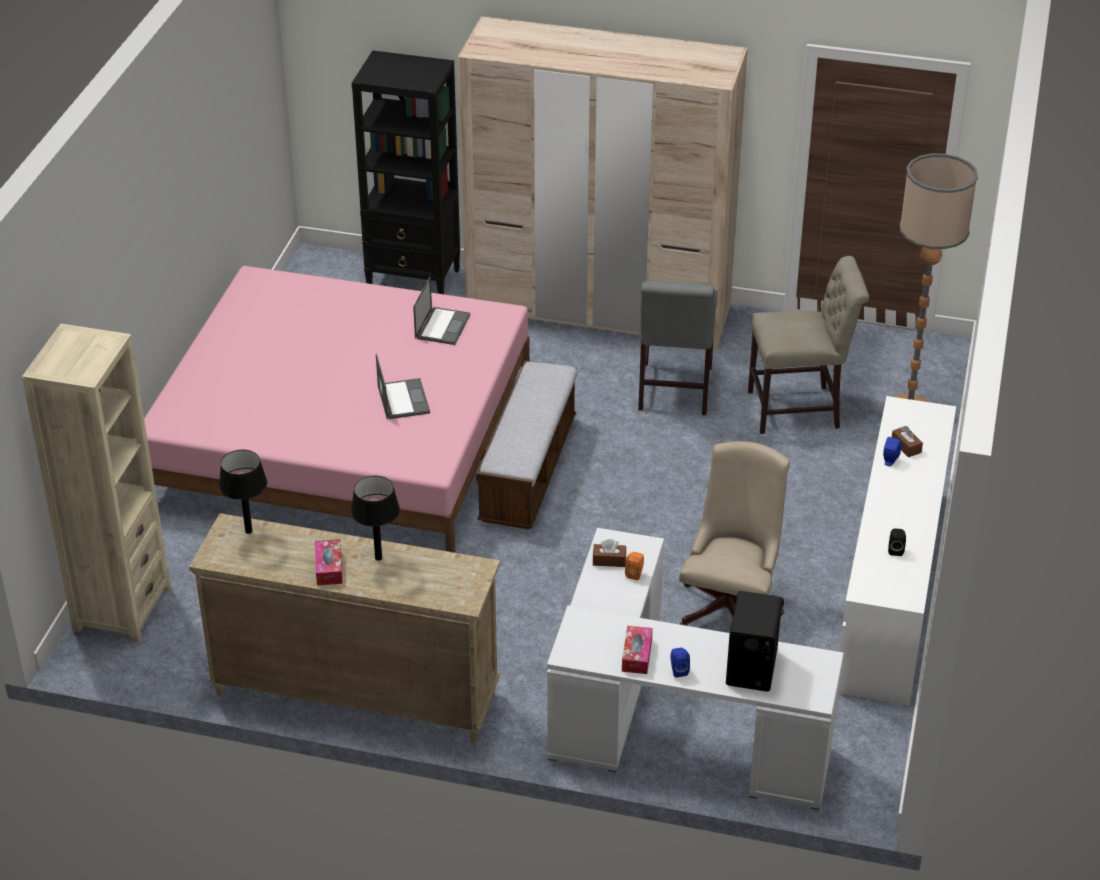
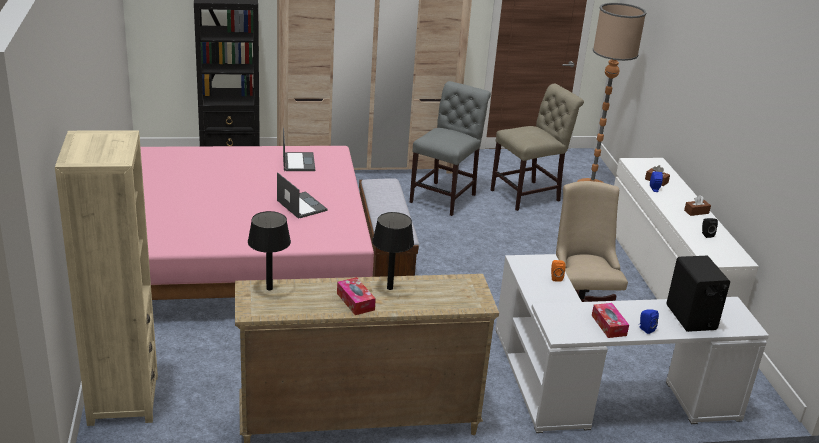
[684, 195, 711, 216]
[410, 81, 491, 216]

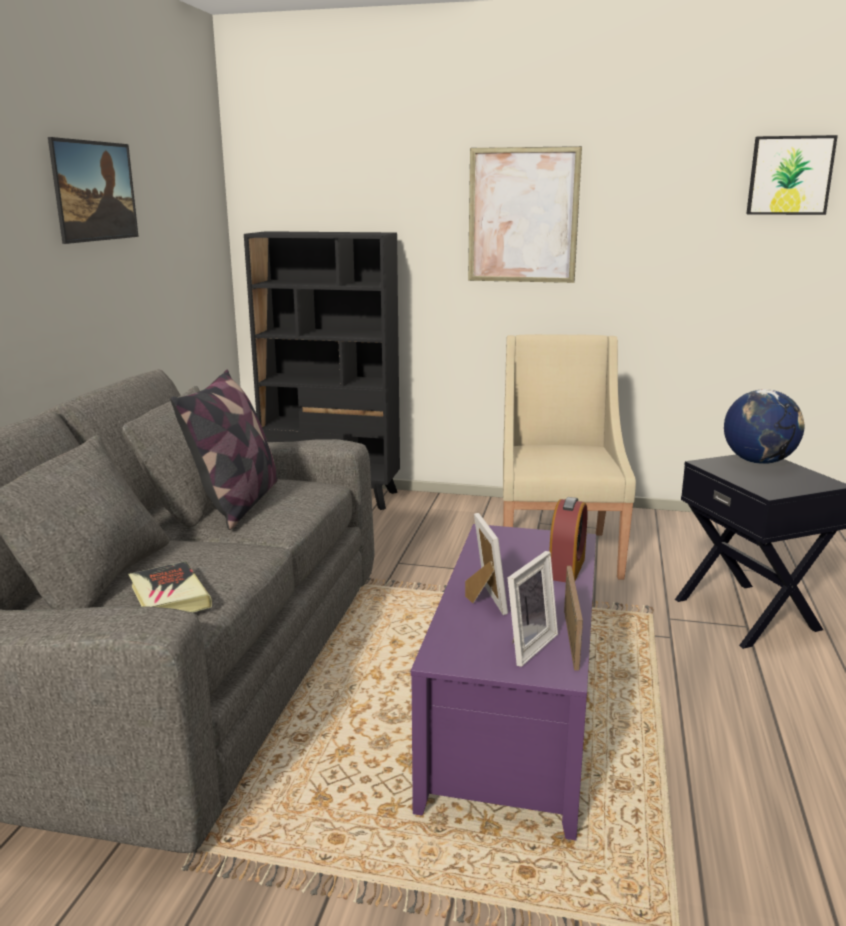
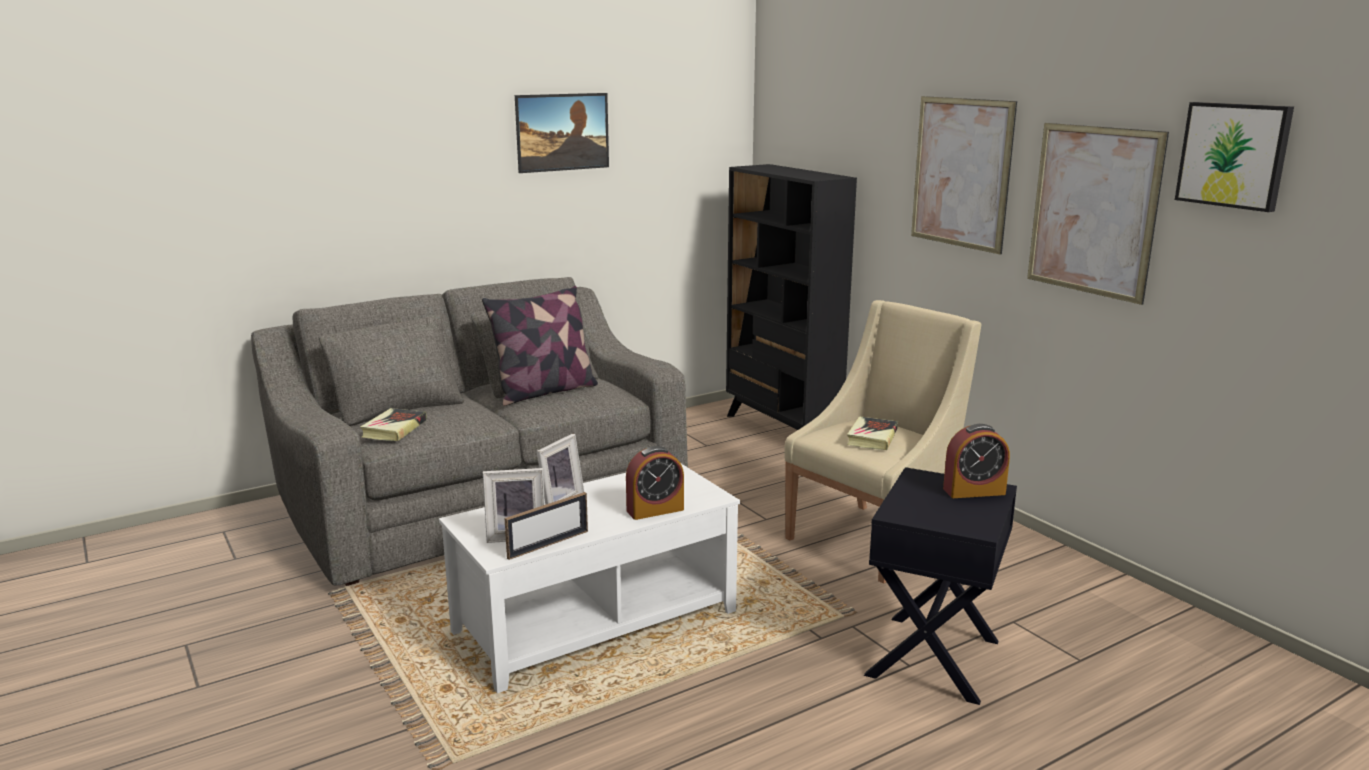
[847, 416, 898, 450]
[1027, 123, 1169, 305]
[943, 424, 1010, 498]
[439, 464, 740, 693]

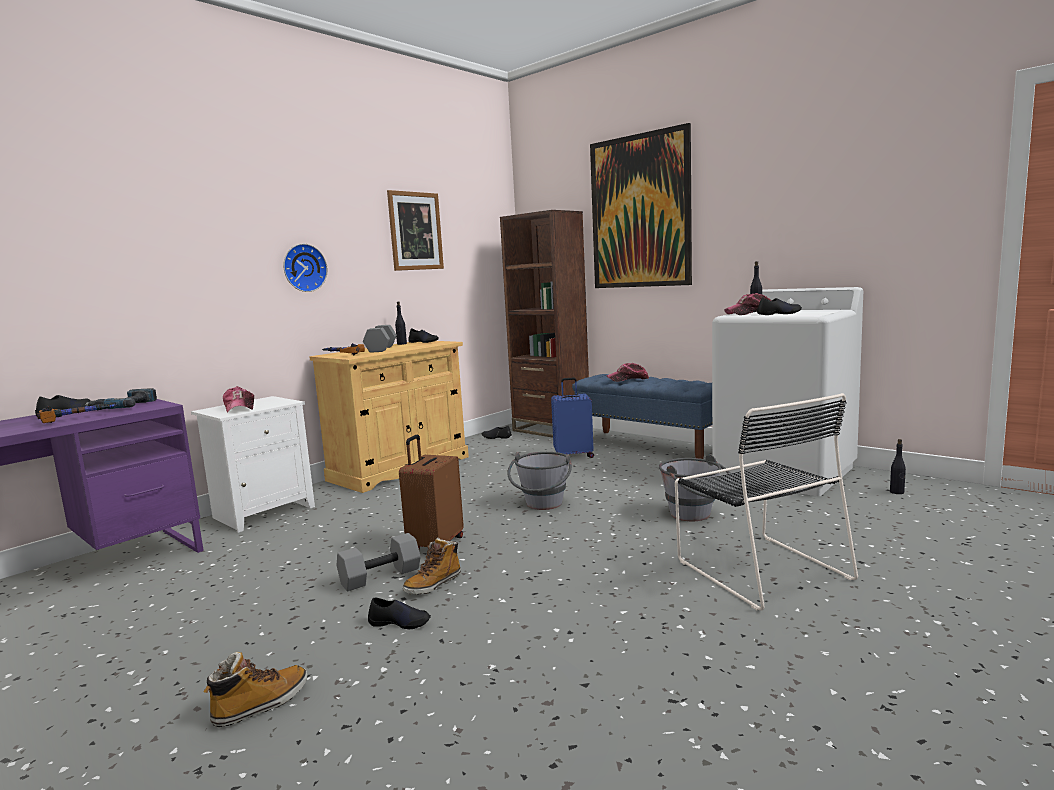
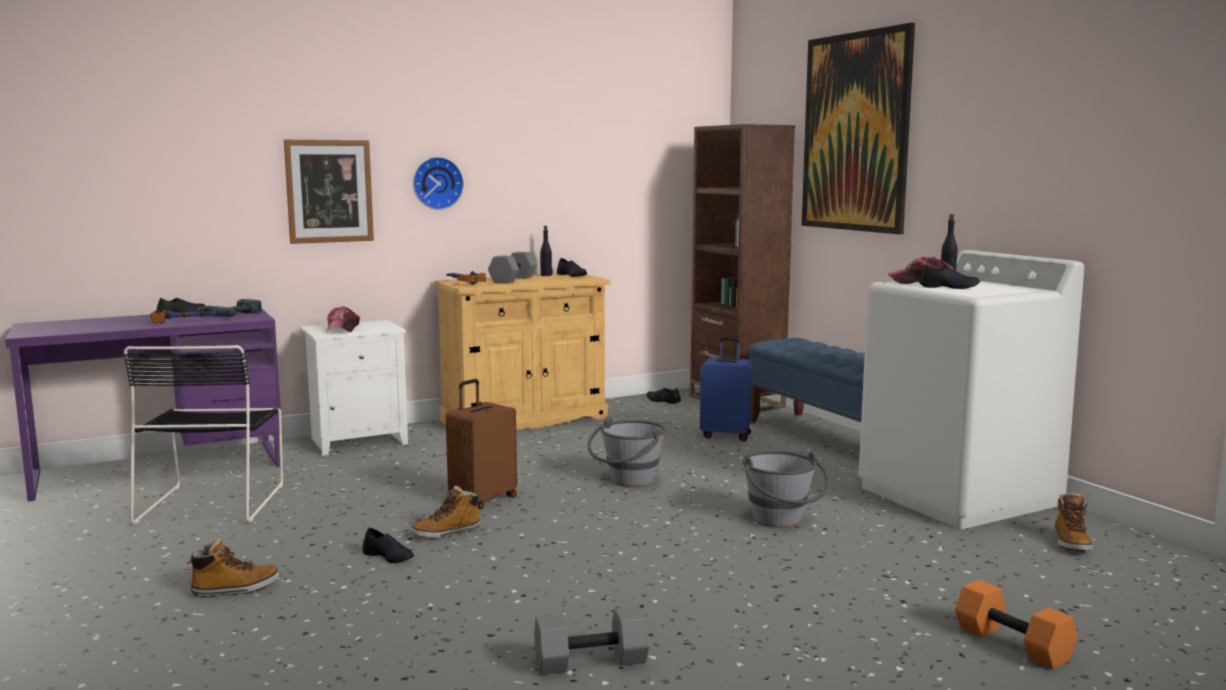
[607, 363, 649, 382] (first image)
[955, 580, 1077, 669]
[534, 606, 649, 675]
[284, 140, 374, 244]
[123, 345, 283, 524]
[1055, 493, 1093, 552]

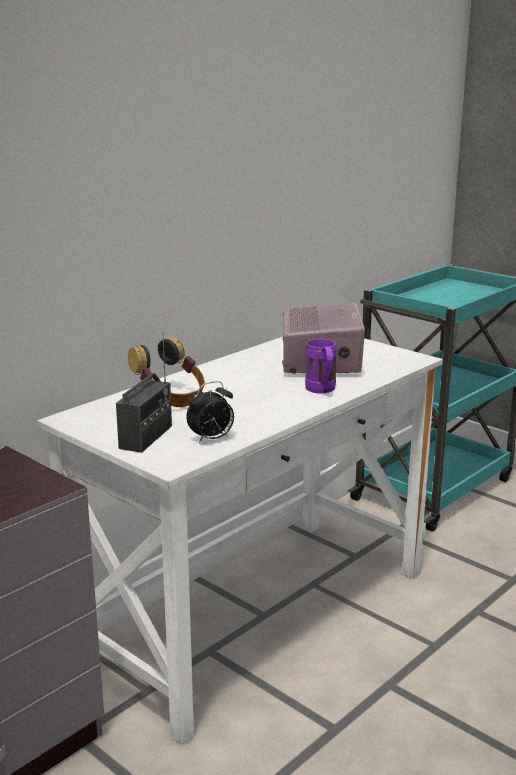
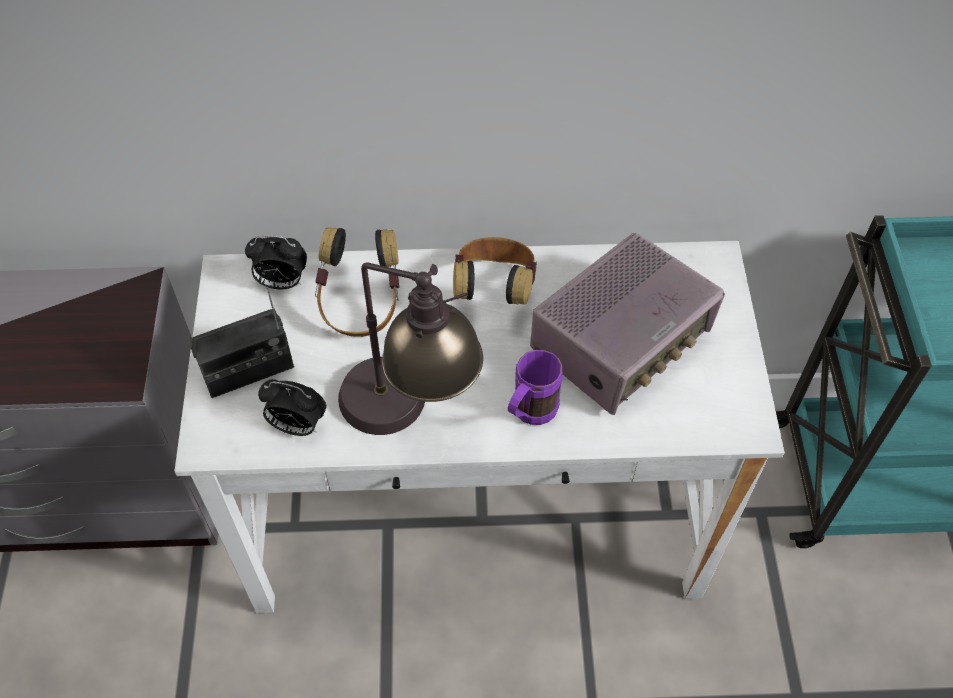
[245, 236, 307, 289]
[338, 262, 483, 435]
[453, 237, 537, 304]

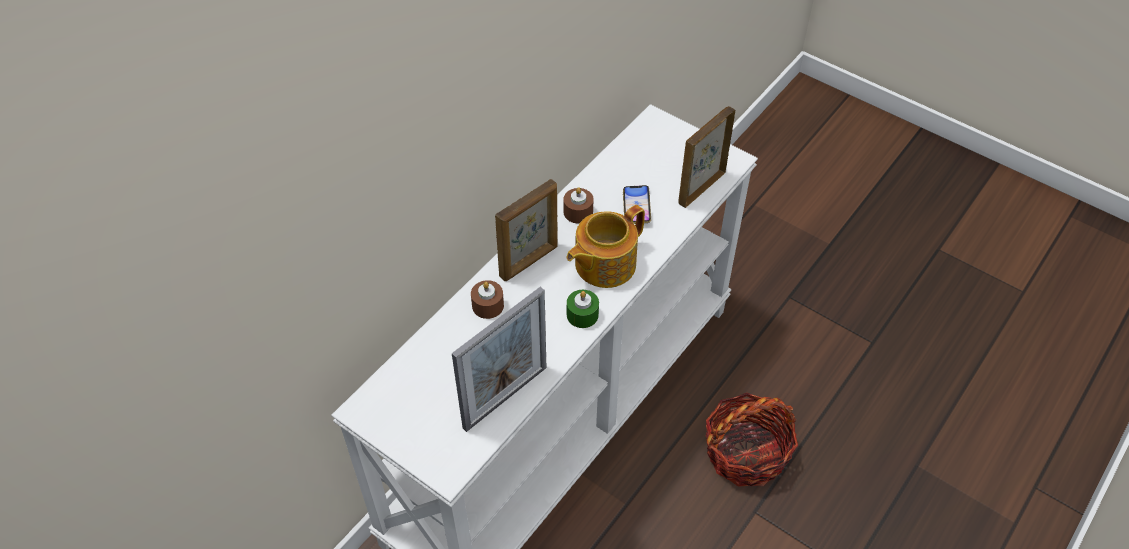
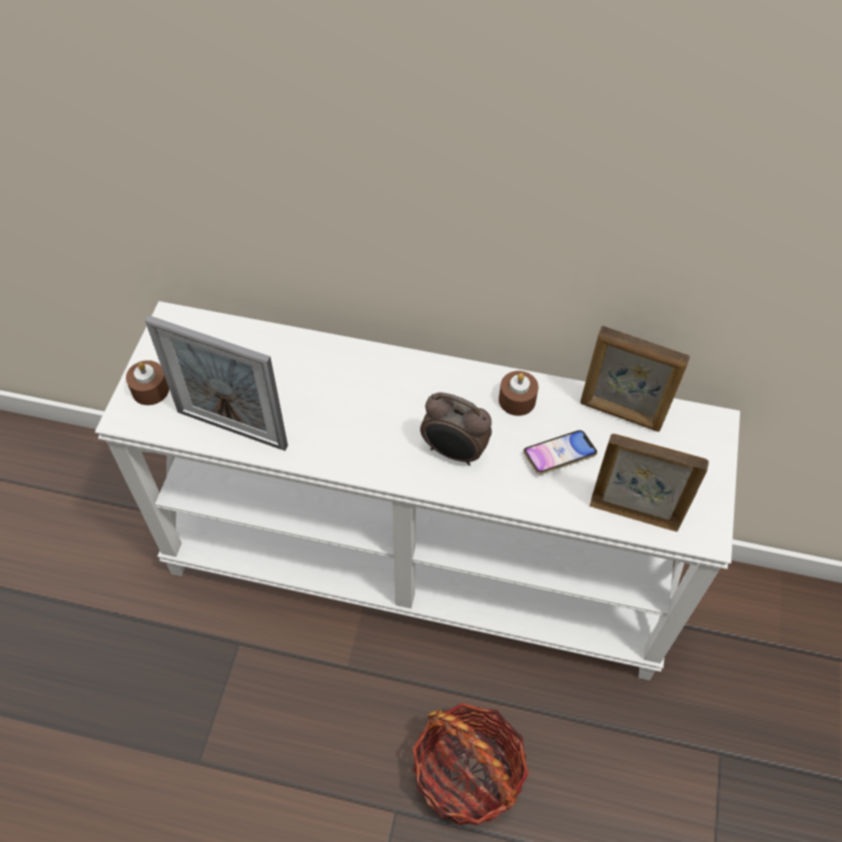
[567, 290, 599, 328] (first image)
[126, 360, 169, 405]
[580, 326, 690, 432]
[420, 392, 492, 466]

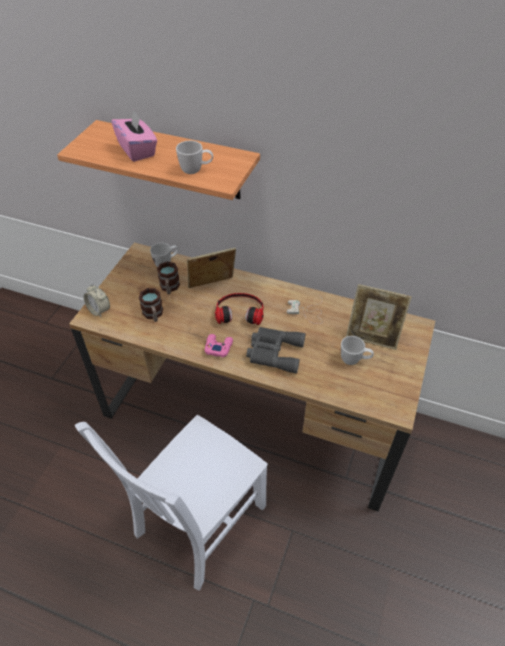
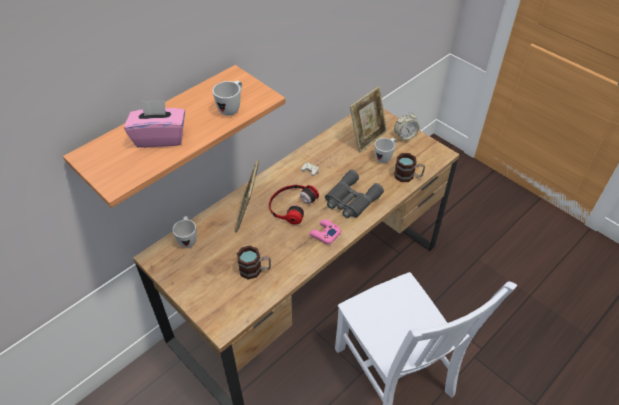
[394, 111, 419, 141]
[394, 153, 425, 182]

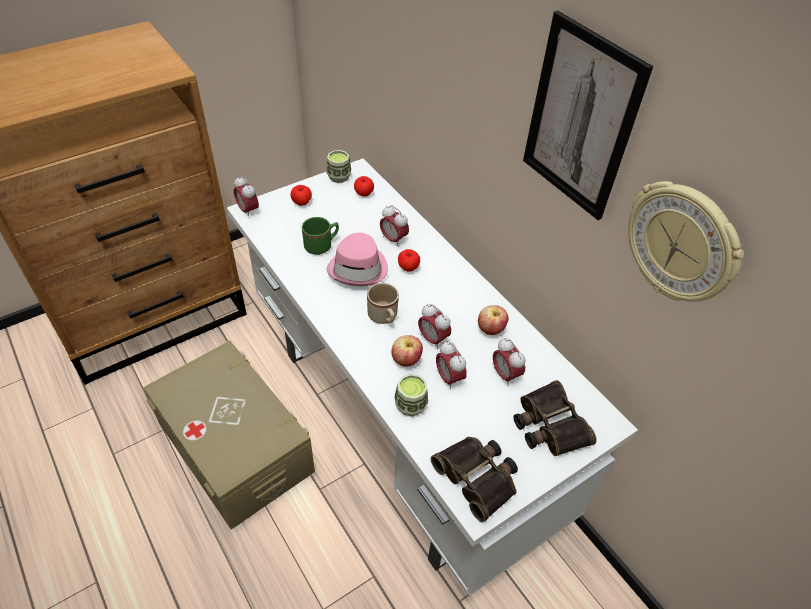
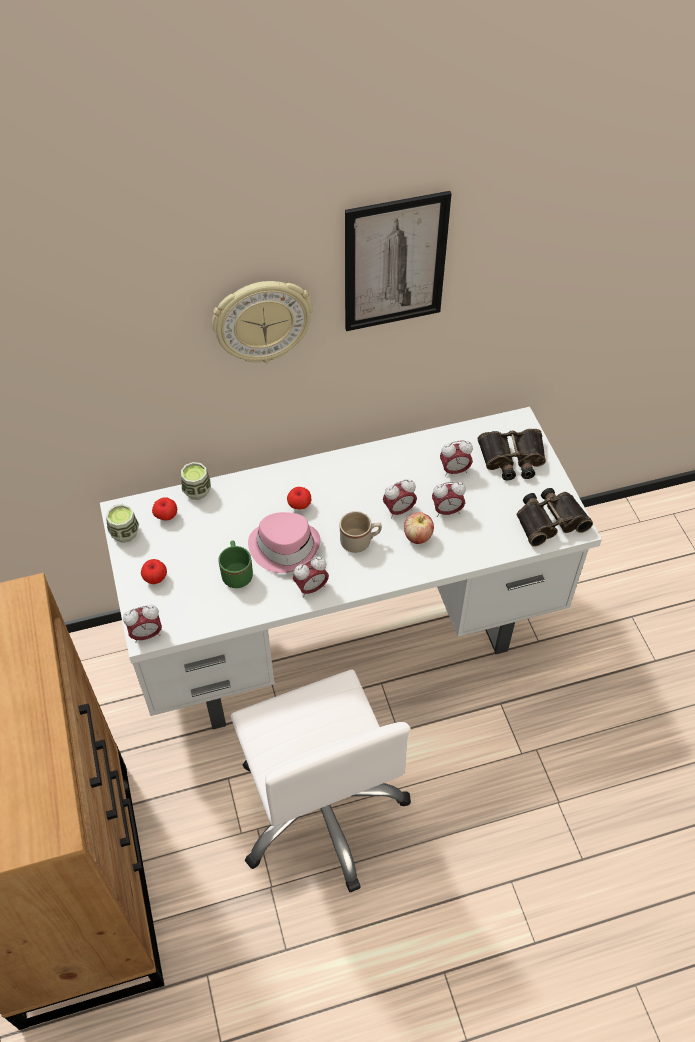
[478, 305, 508, 335] (first image)
[293, 557, 329, 597]
[181, 462, 211, 500]
[212, 281, 313, 363]
[231, 669, 411, 892]

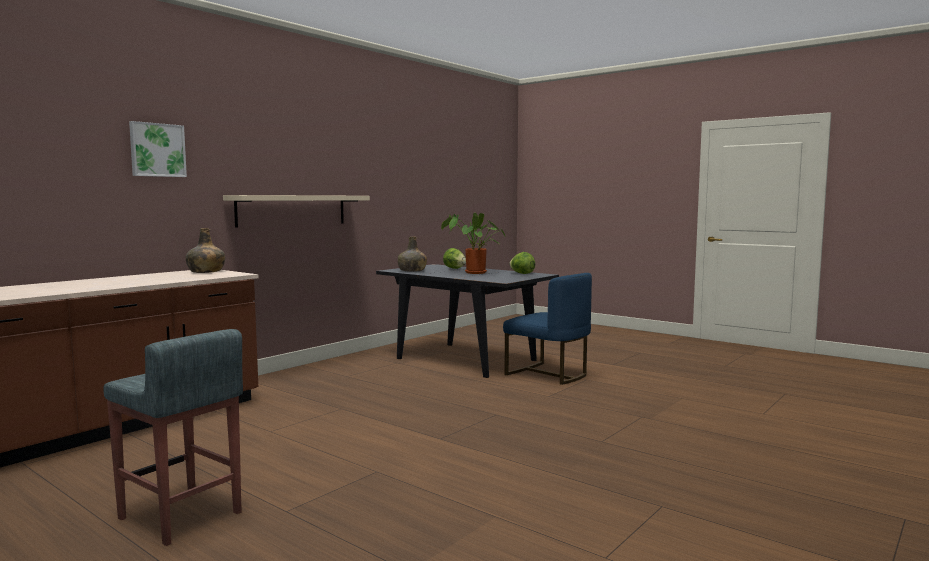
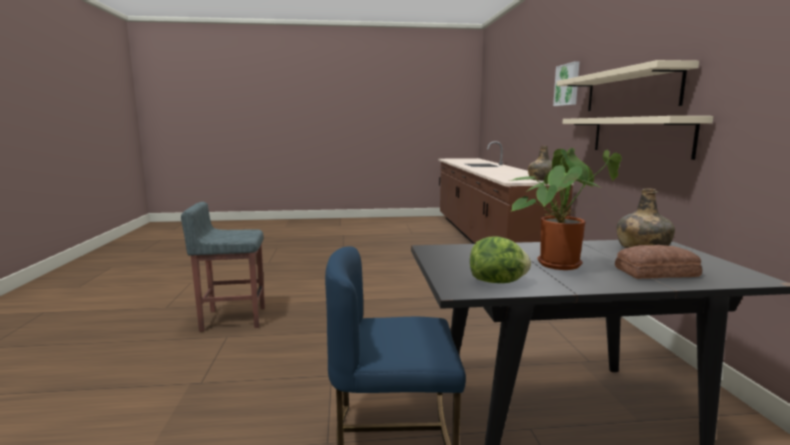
[556, 60, 699, 111]
[181, 202, 265, 332]
[615, 245, 702, 279]

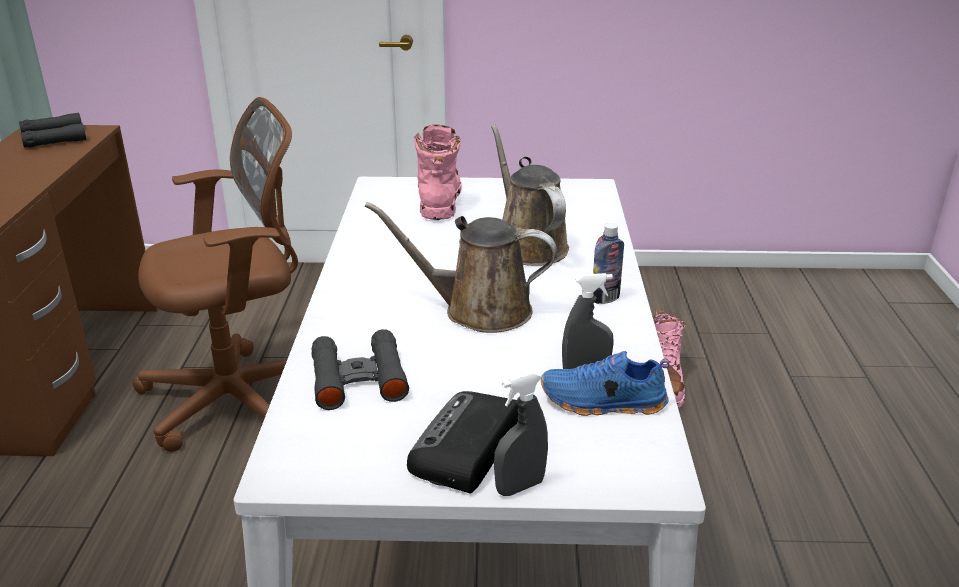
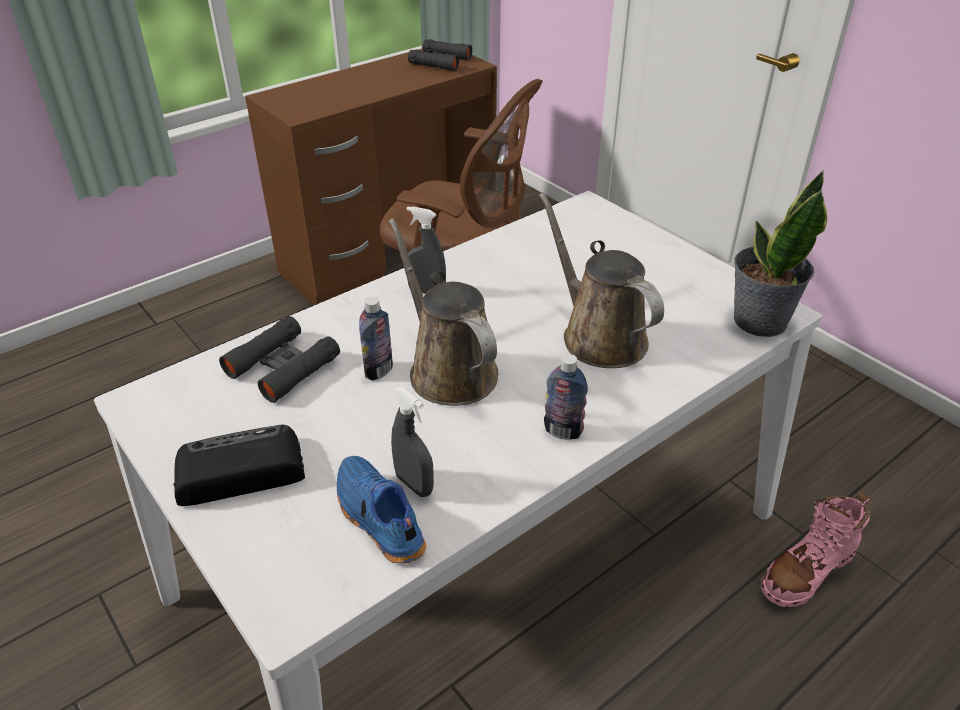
[414, 125, 461, 220] (first image)
[359, 297, 393, 381]
[734, 171, 827, 337]
[406, 206, 446, 294]
[539, 193, 664, 368]

